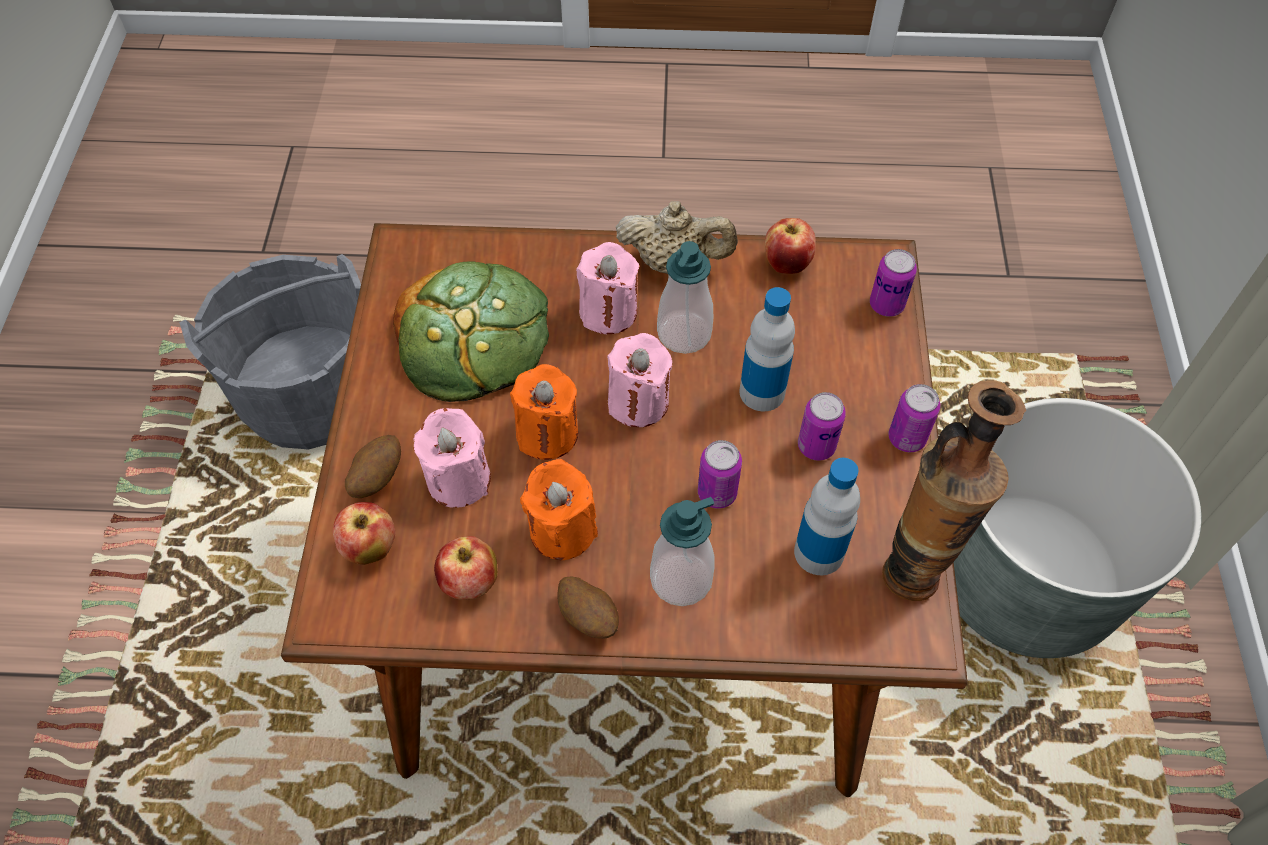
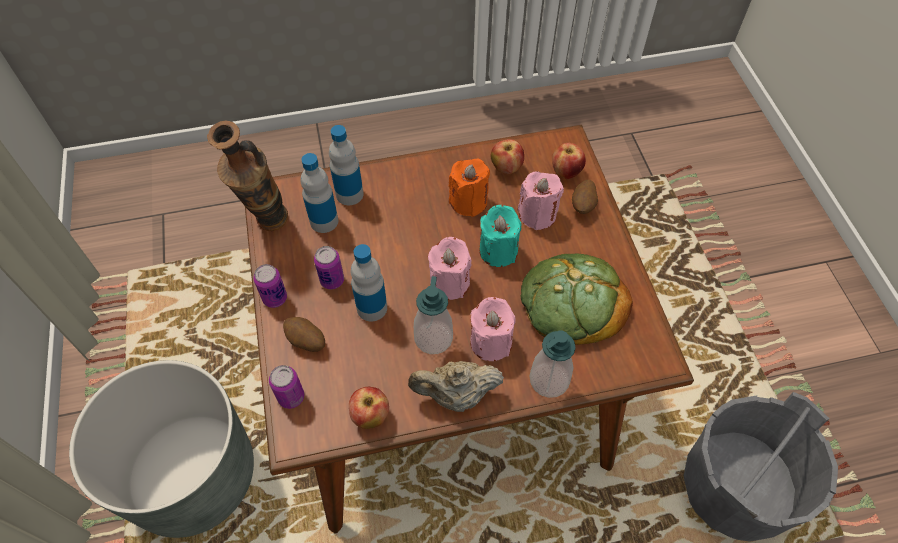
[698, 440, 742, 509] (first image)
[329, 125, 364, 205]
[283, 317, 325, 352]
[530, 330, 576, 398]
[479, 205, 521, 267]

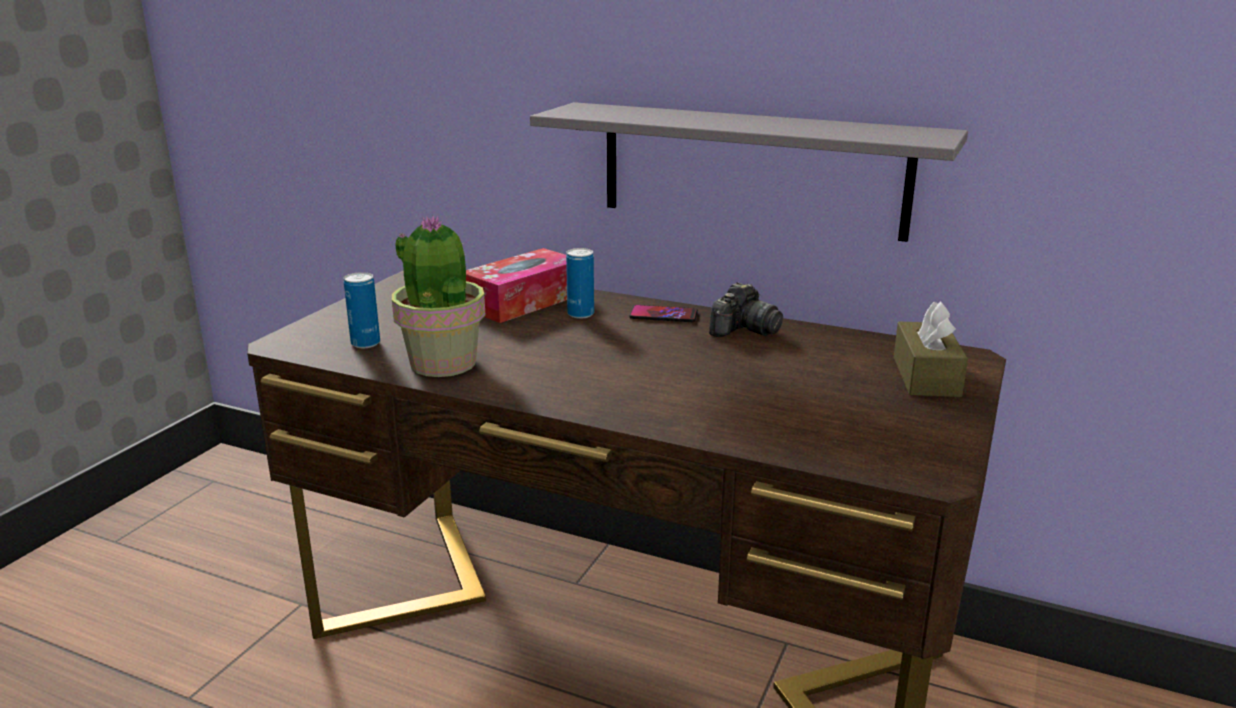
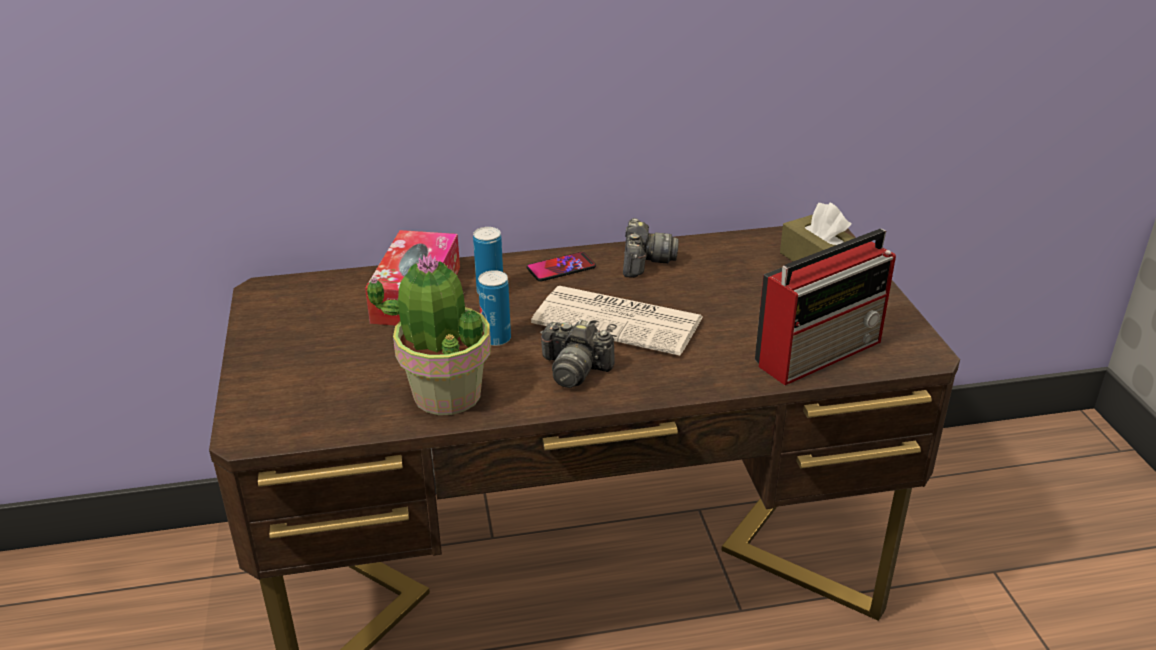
[530, 102, 968, 242] (first image)
[531, 286, 703, 356]
[540, 319, 615, 388]
[755, 229, 896, 385]
[478, 270, 511, 346]

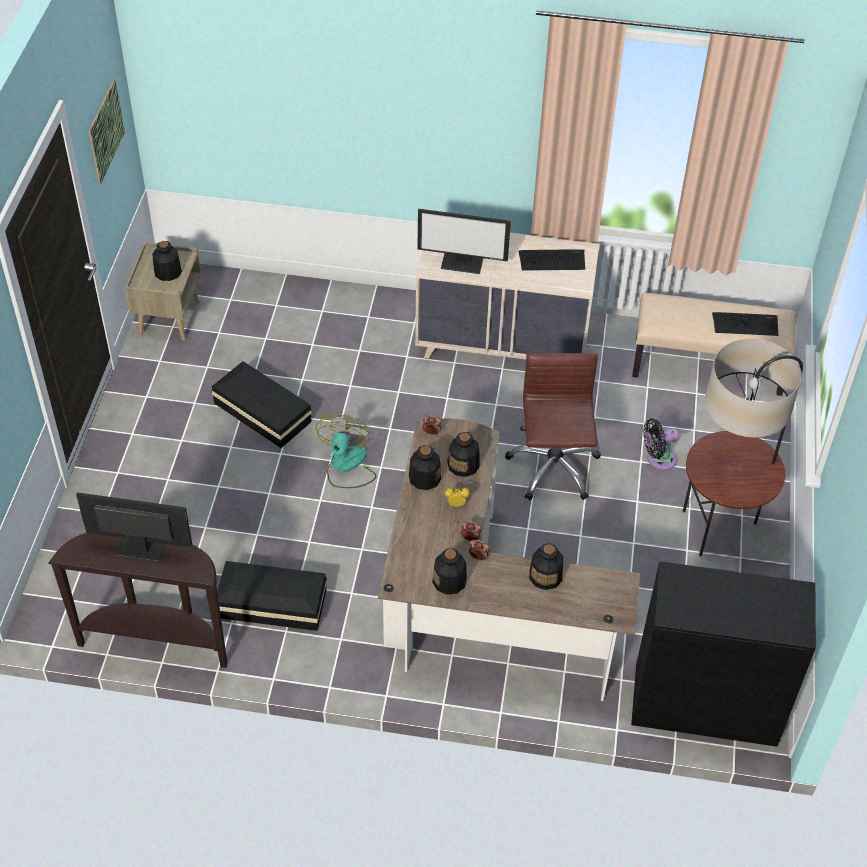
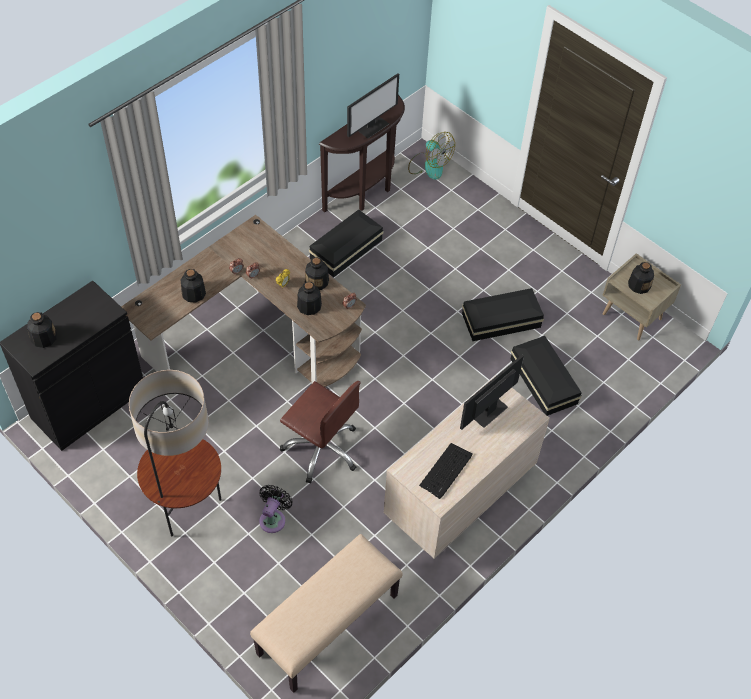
[89, 79, 125, 184] (first image)
[712, 312, 778, 336] (first image)
[511, 336, 582, 416]
[408, 132, 455, 180]
[27, 312, 57, 348]

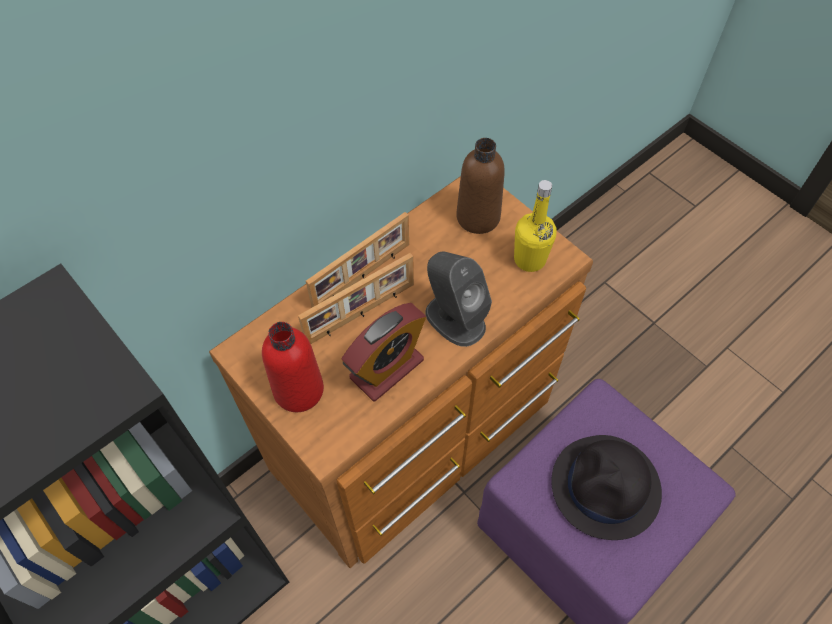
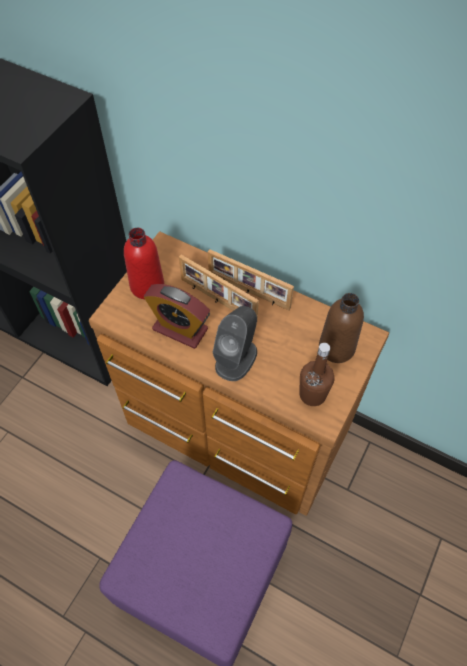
[551, 435, 662, 540] (first image)
[299, 343, 335, 406]

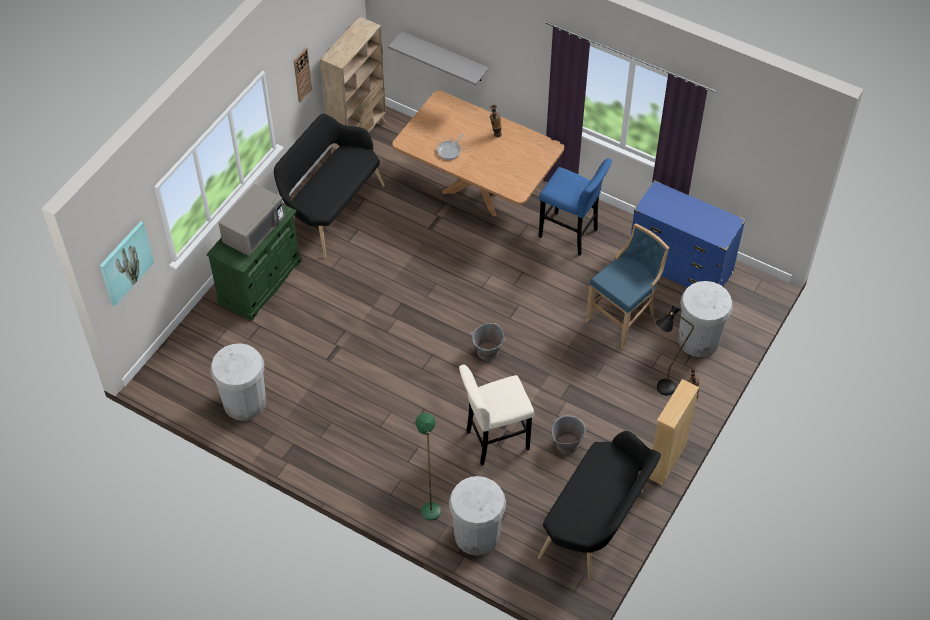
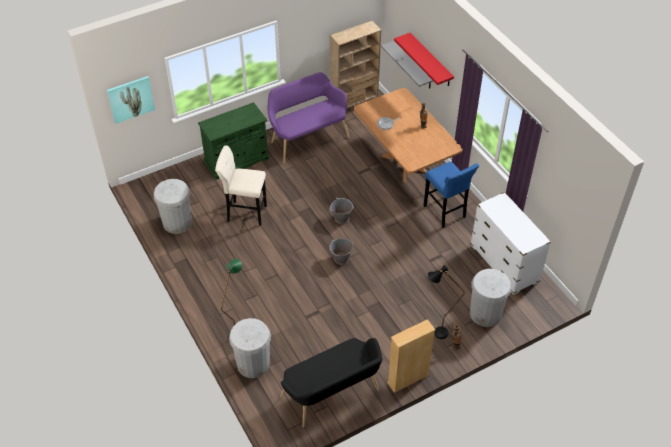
[219, 184, 285, 256] (first image)
[294, 47, 312, 102] (first image)
[585, 224, 669, 350] (first image)
[394, 33, 454, 86]
[215, 145, 267, 226]
[330, 198, 353, 224]
[268, 72, 350, 163]
[470, 192, 551, 295]

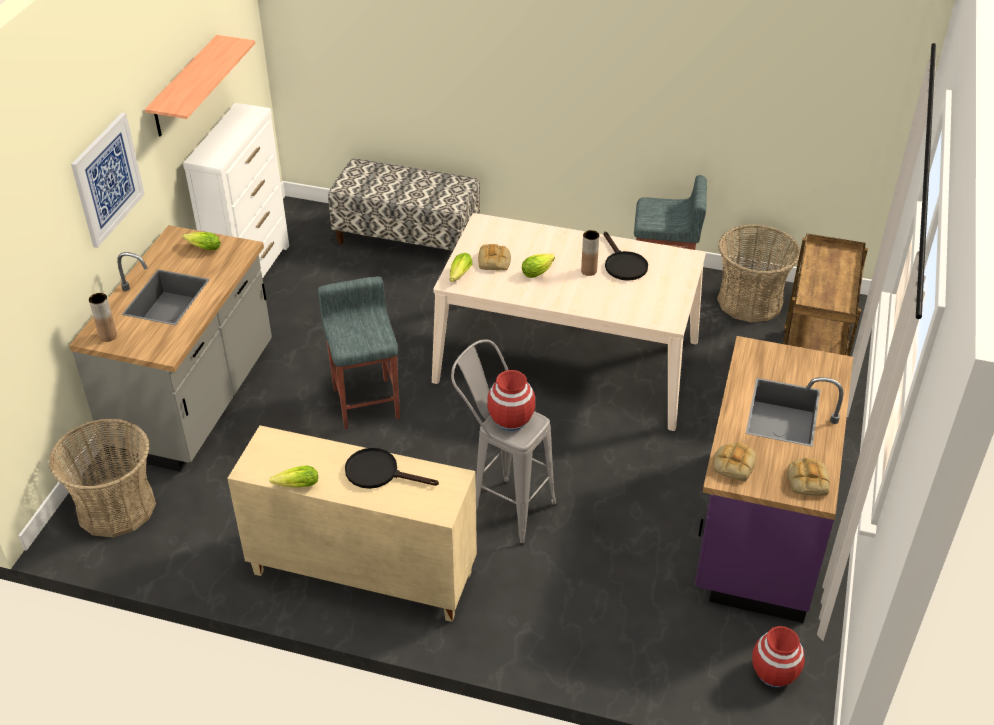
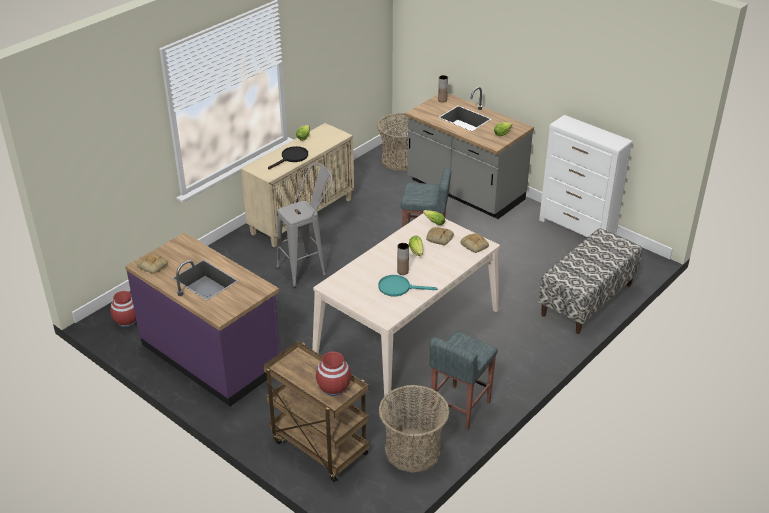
[71, 113, 145, 248] (first image)
[145, 35, 255, 136] (first image)
[316, 352, 351, 396]
[460, 233, 489, 253]
[378, 275, 437, 297]

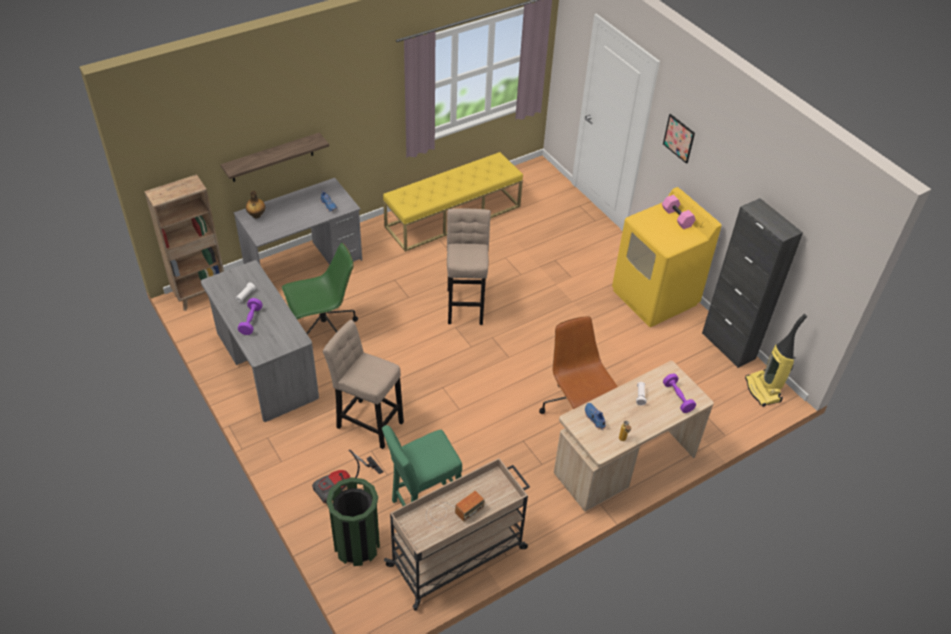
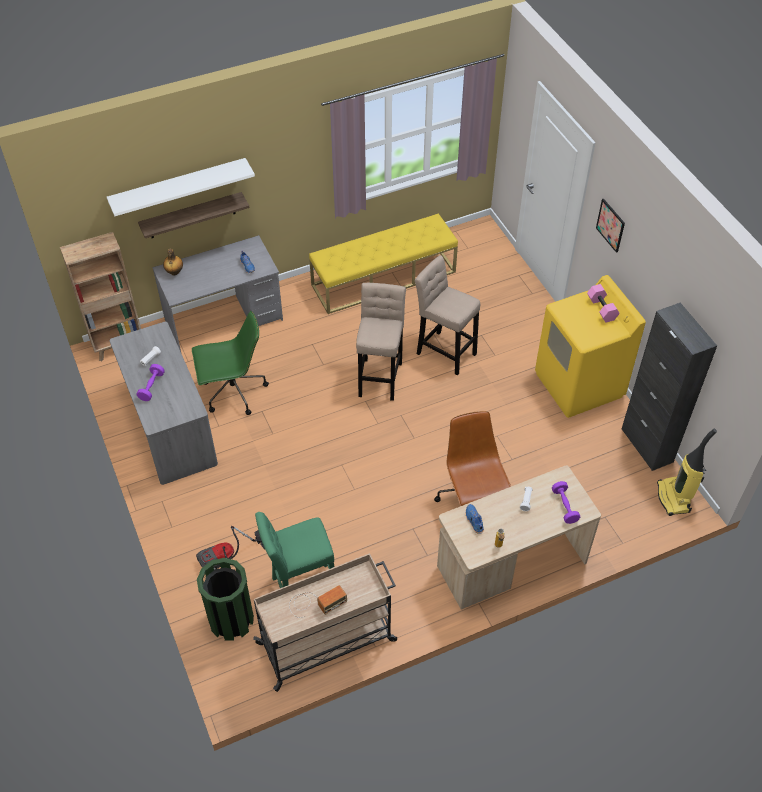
[107, 158, 255, 216]
[415, 255, 480, 375]

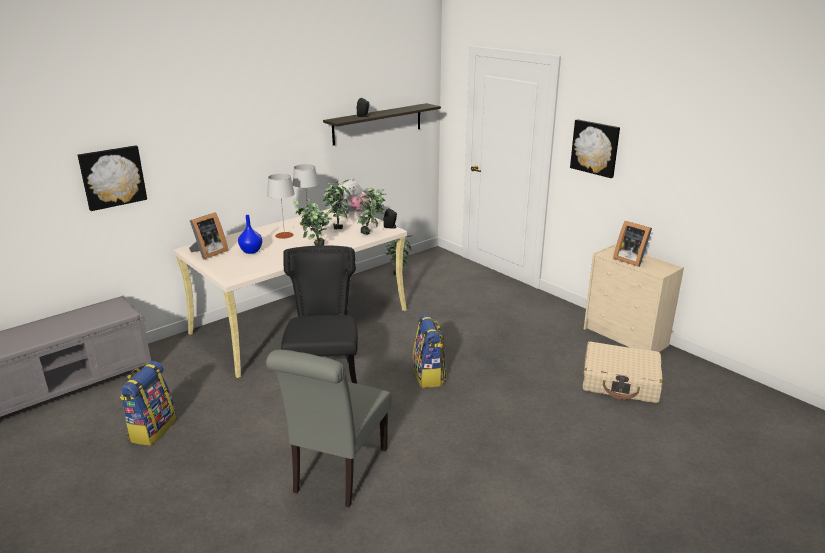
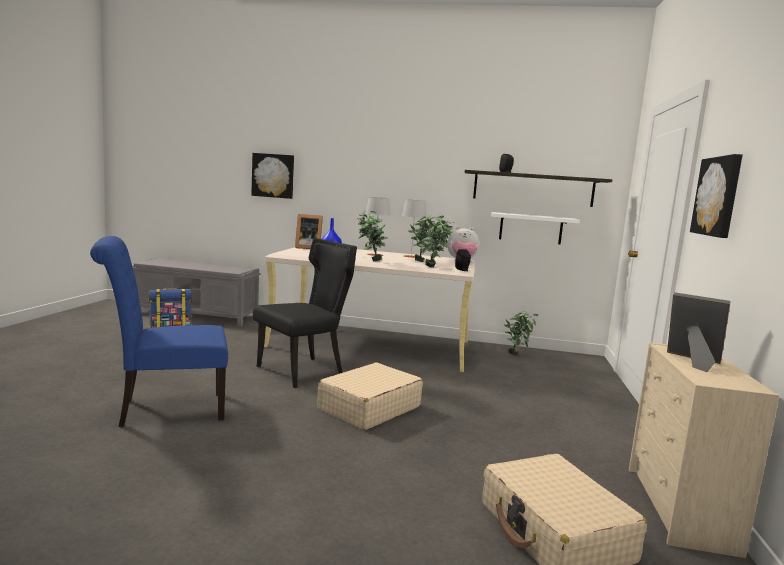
[491, 212, 580, 244]
[317, 362, 423, 430]
[90, 236, 228, 427]
[667, 292, 731, 372]

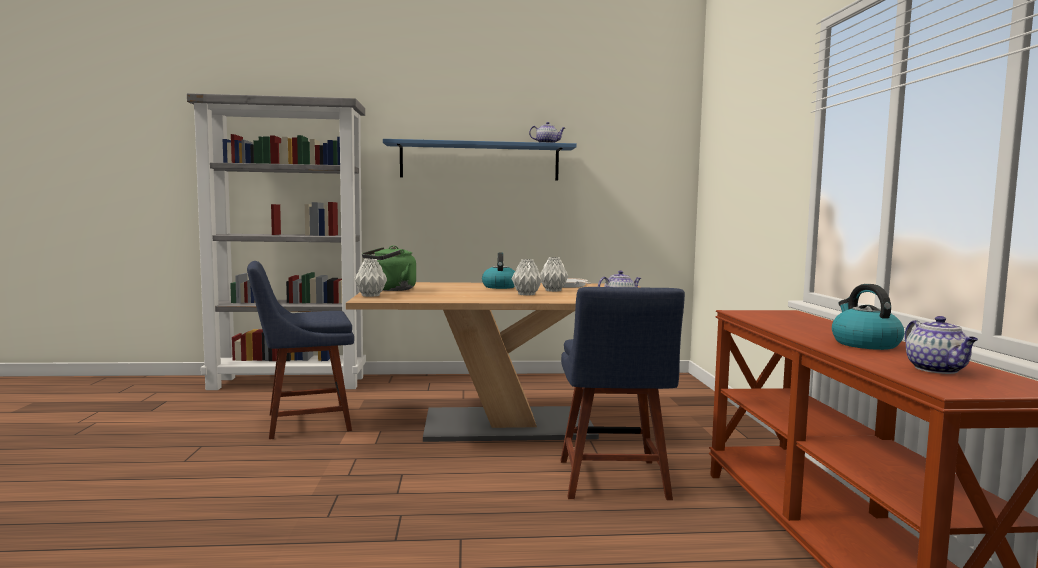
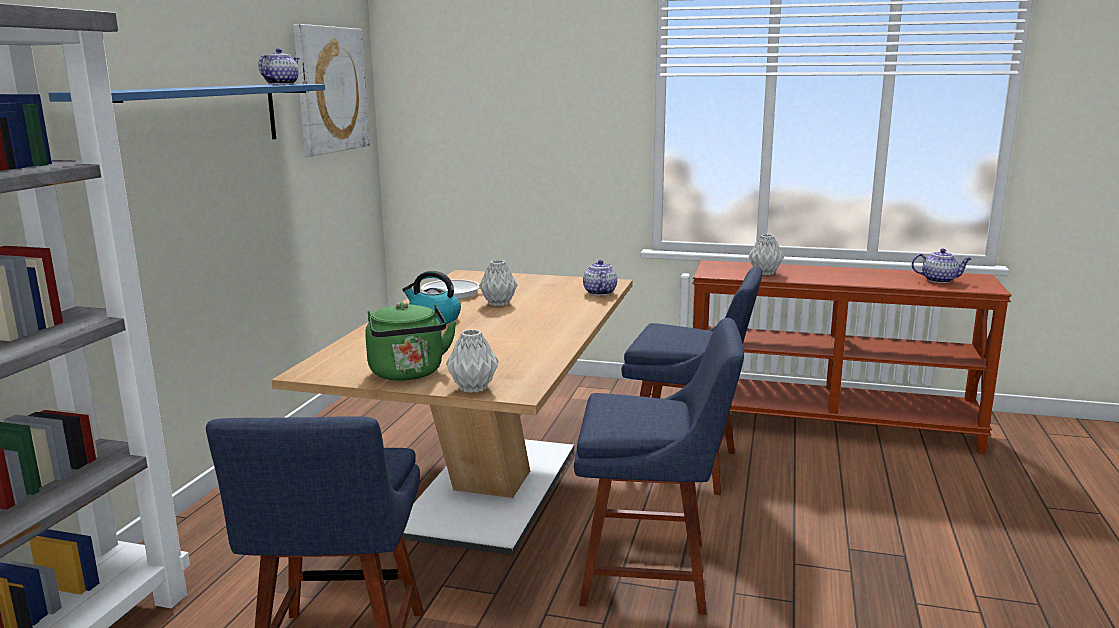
[832, 284, 905, 350] (first image)
[293, 24, 370, 157]
[574, 318, 744, 615]
[749, 234, 784, 275]

